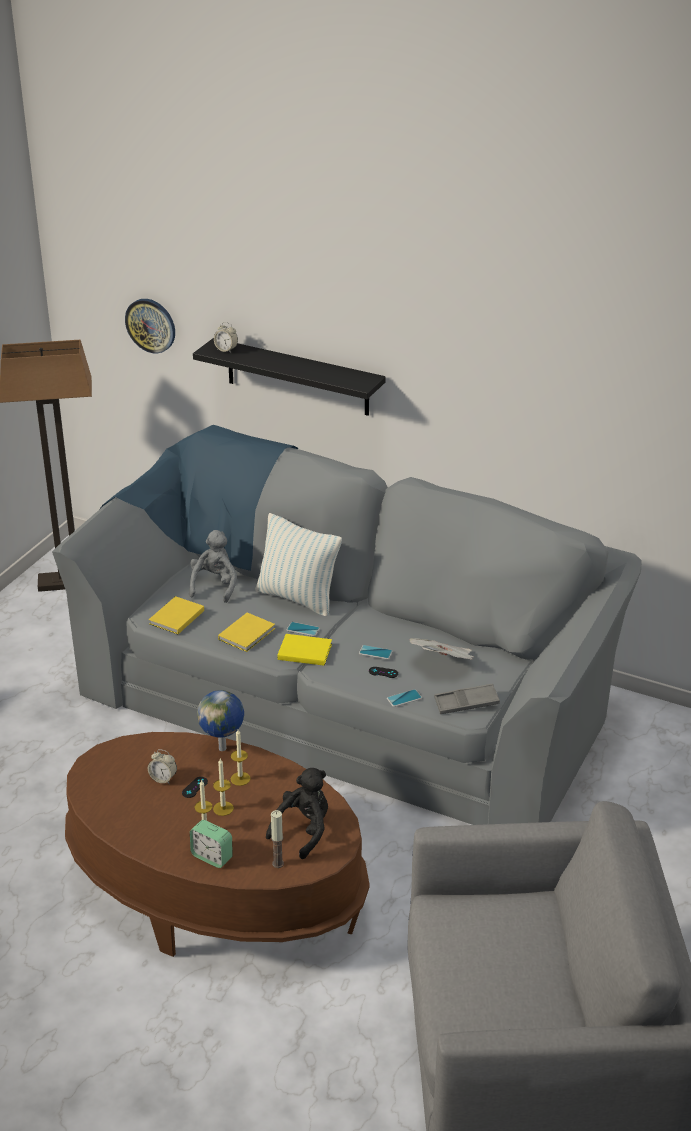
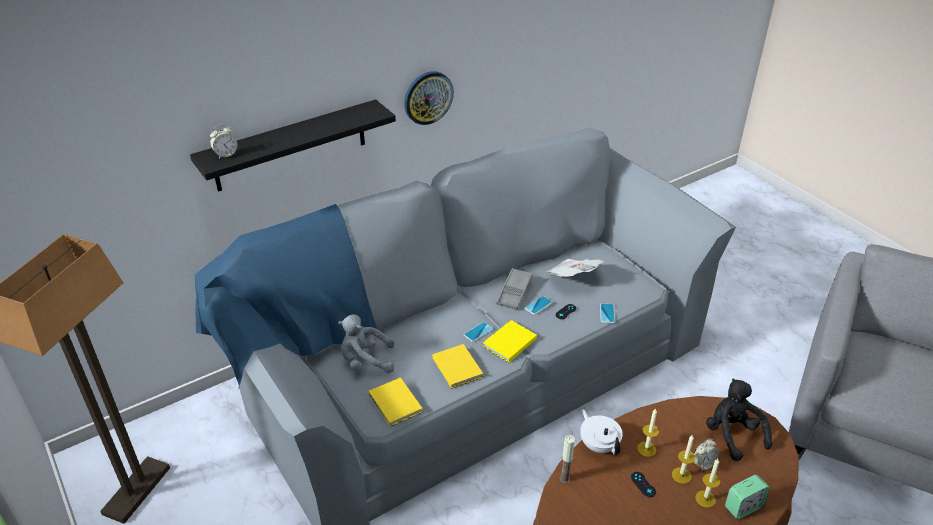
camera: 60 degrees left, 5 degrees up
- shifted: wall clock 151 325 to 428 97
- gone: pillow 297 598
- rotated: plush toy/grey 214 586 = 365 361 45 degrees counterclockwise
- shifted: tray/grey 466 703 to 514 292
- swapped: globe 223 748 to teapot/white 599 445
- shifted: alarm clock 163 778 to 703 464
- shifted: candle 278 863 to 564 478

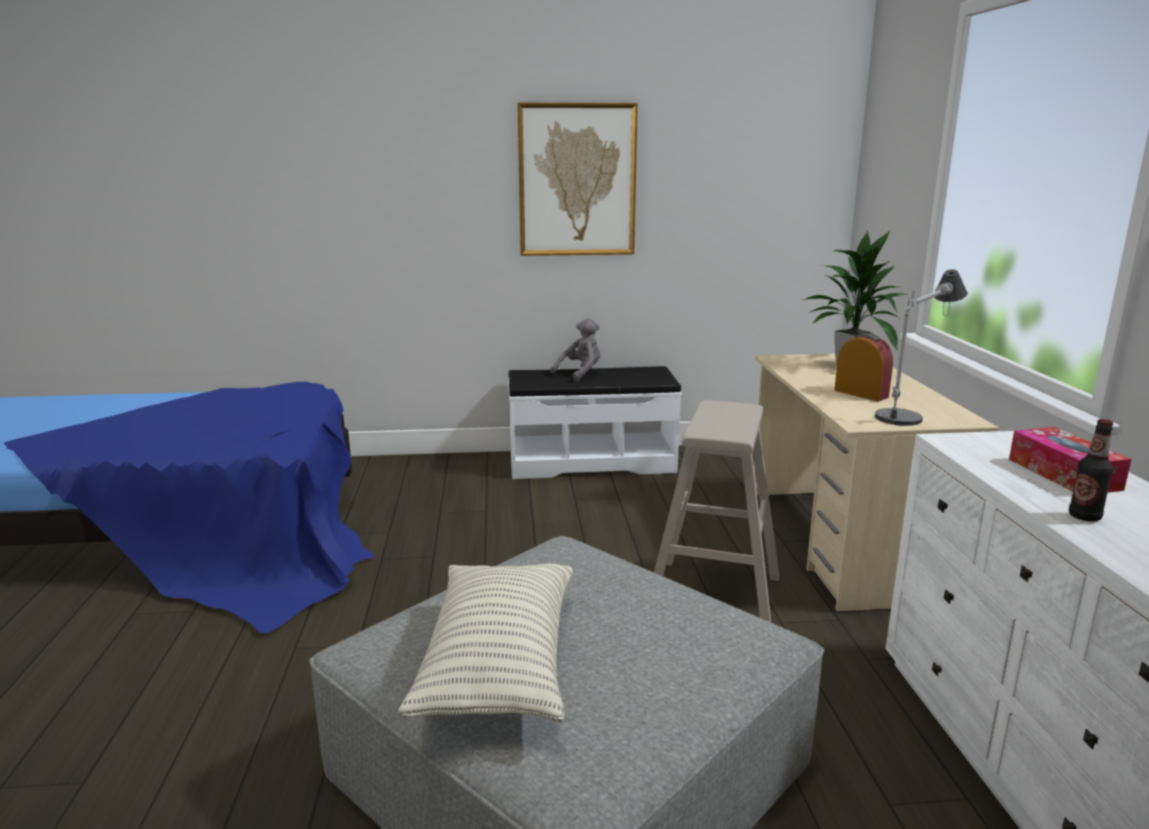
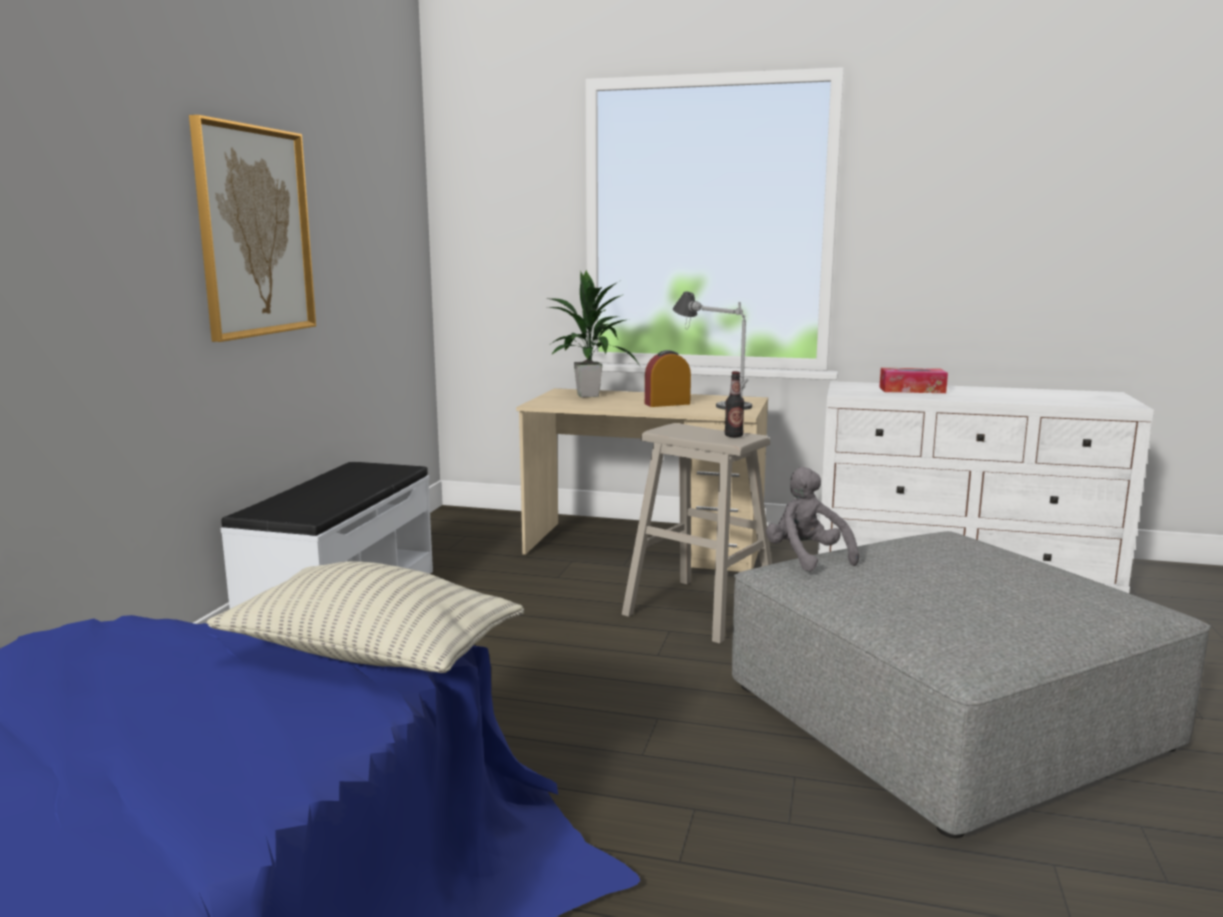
camera: 70 degrees left, 5 degrees down
- shifted: plush toy/grey 580 374 to 806 558
- shifted: bottle 1084 516 to 733 436
- shifted: pillow 499 664 to 370 653

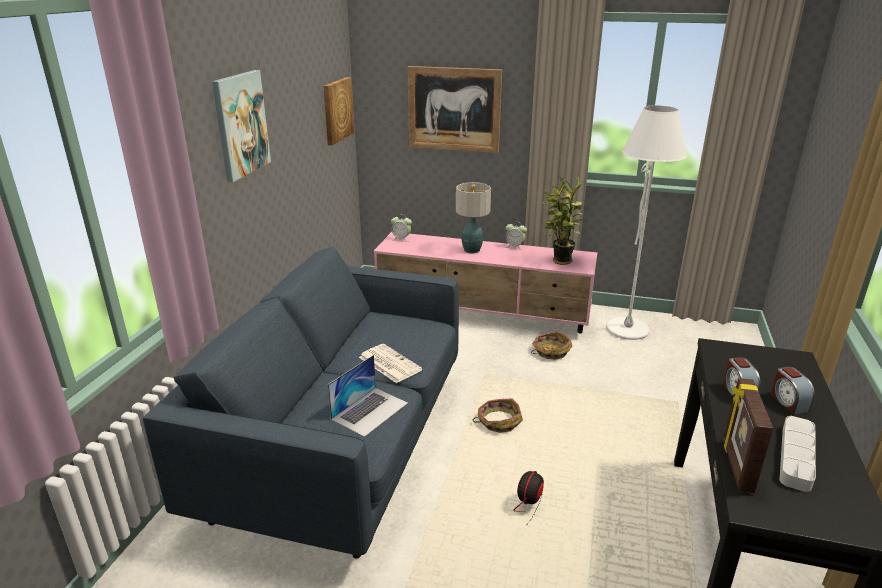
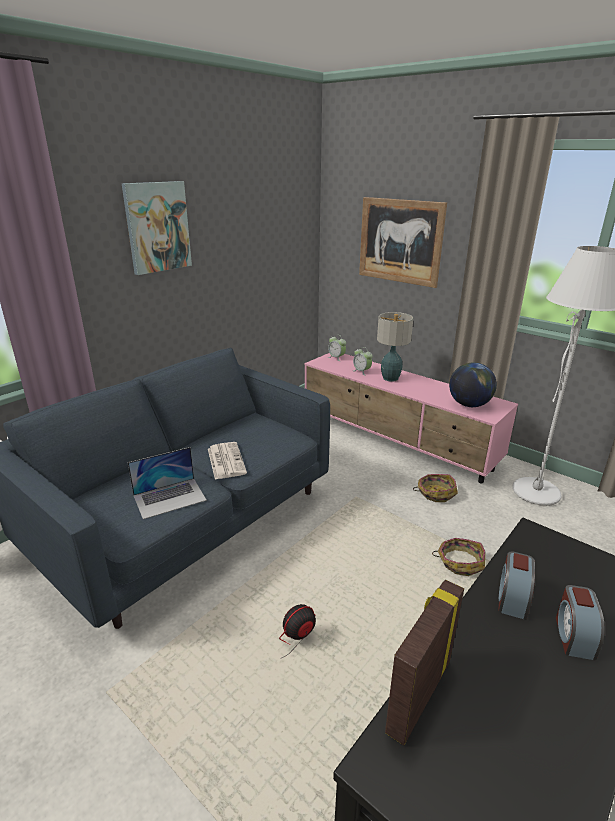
camera: 25 degrees right, 0 degrees up
- gone: picture 337 110
- swapped: potted plant 560 261 to globe 469 404
- shifted: alarm clock 514 247 to 361 371
- shifted: basket 498 422 to 460 562
- gone: tray/grey 796 456

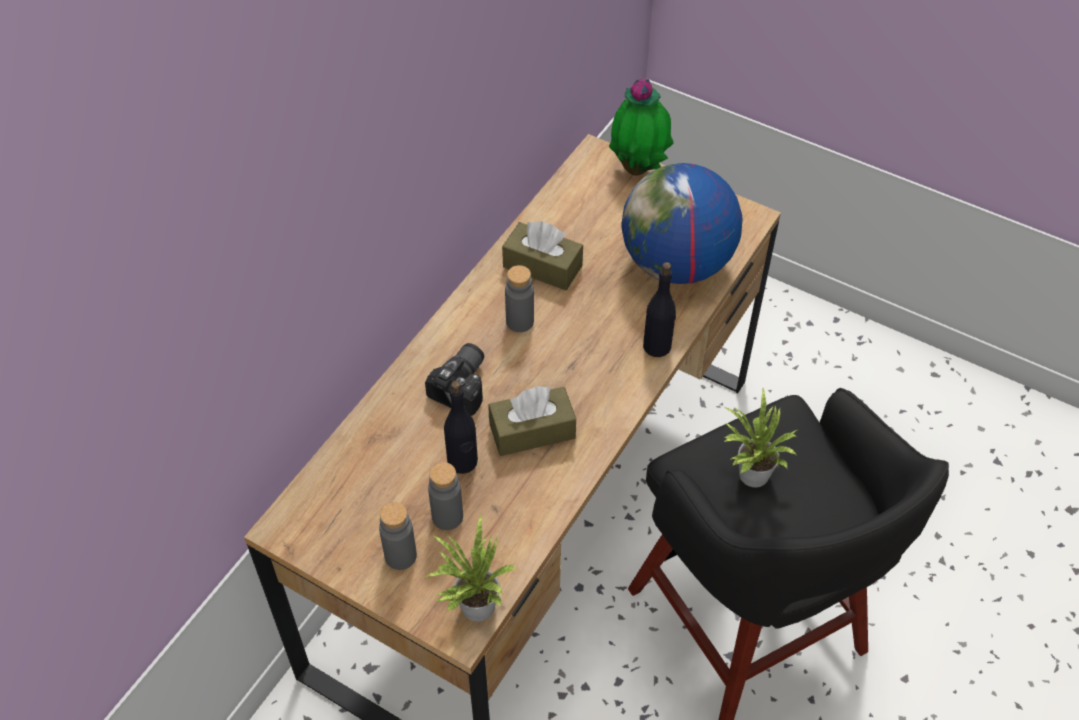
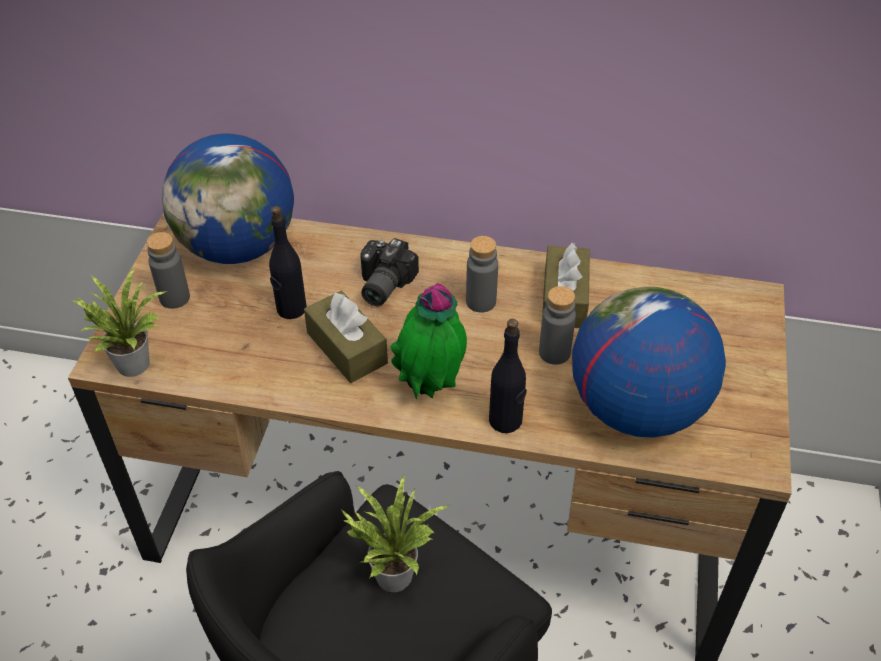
camera: 70 degrees right, 5 degrees down
- shifted: potted plant 638 168 to 431 389
- rotated: photo camera 464 386 = 381 285 105 degrees clockwise
- shifted: bottle/grey 447 516 to 554 352
- new: globe 238 247

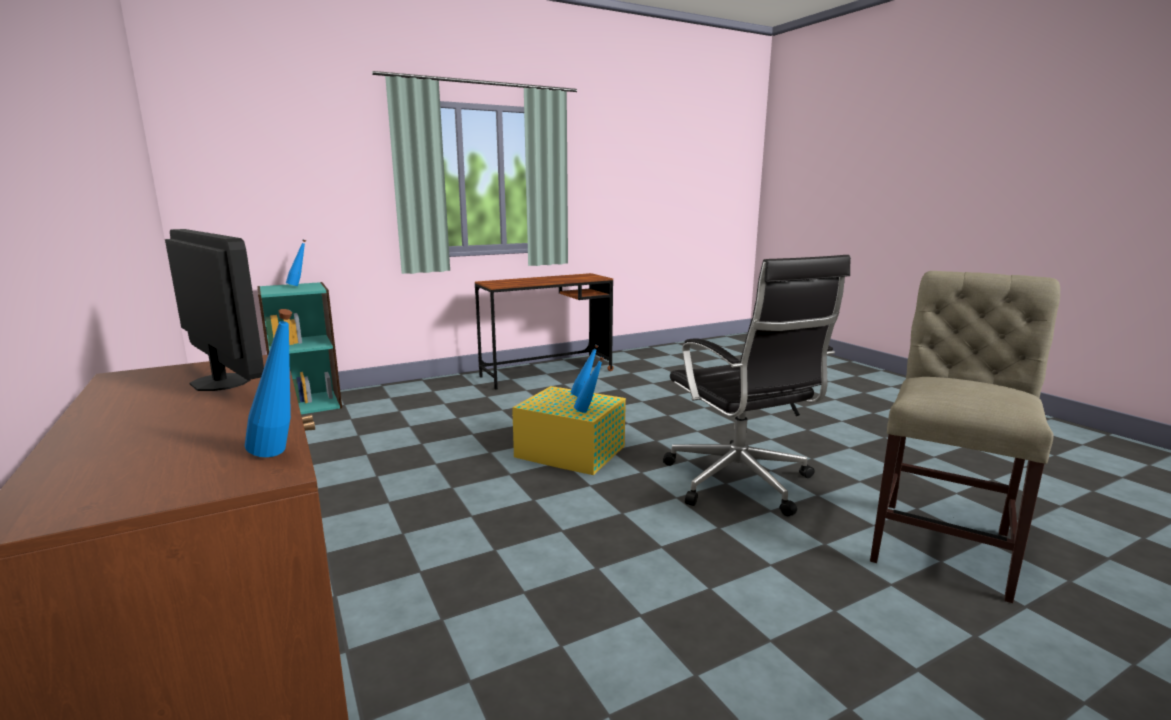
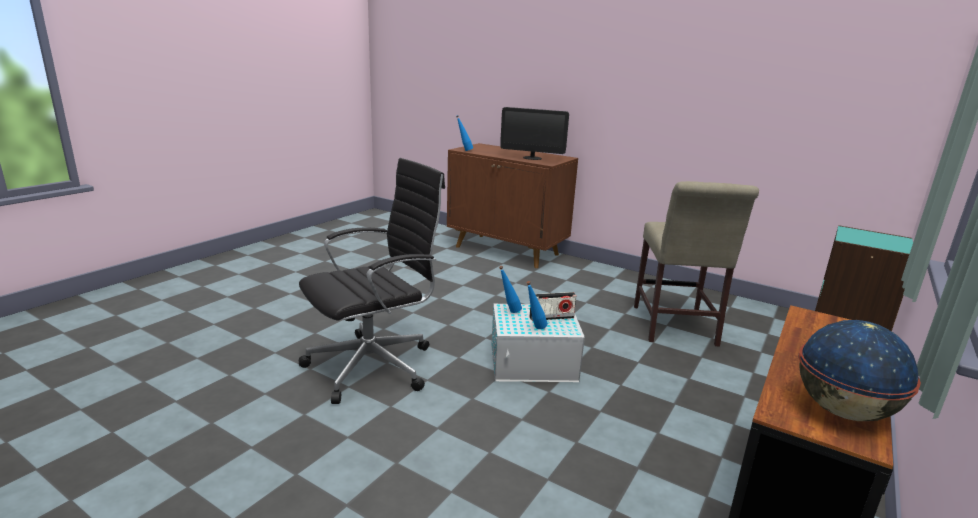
camera: 150 degrees right, 5 degrees up
- gone: bottle/blue 299 286
- rotated: office chair/black 740 483 = 374 365 105 degrees clockwise
- shifted: chair/beige 943 542 to 675 328
- repainted: storage box/yellow 569 451 to storage box/white 534 363
- new: radio 551 317
- new: globe 843 411

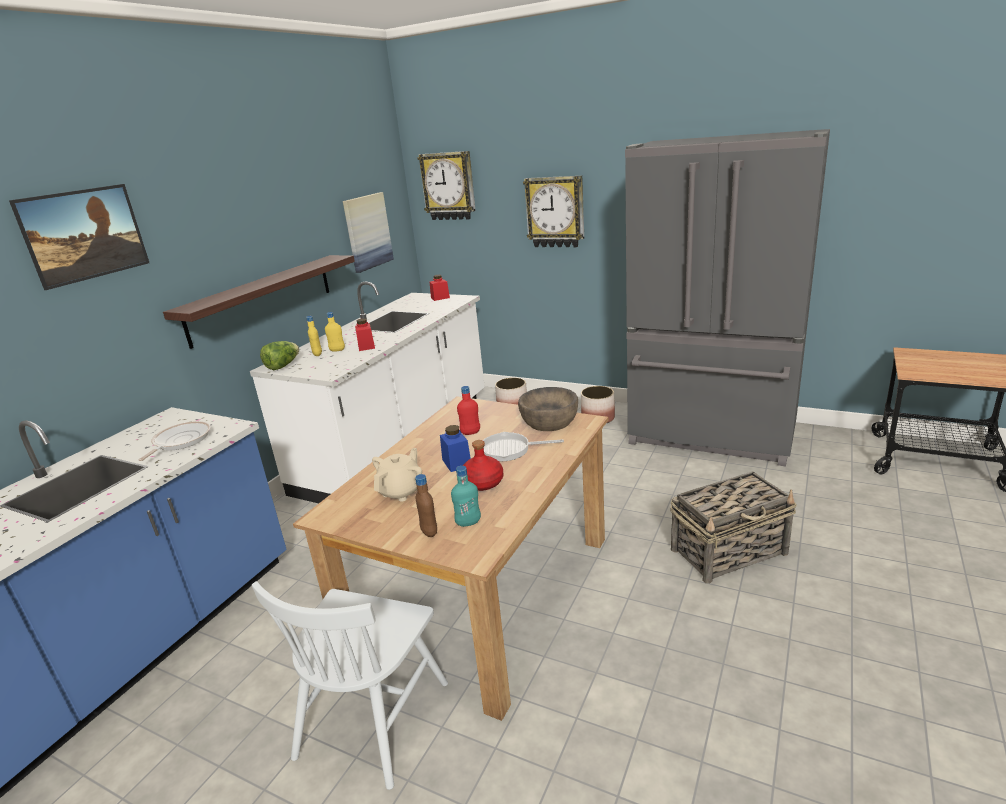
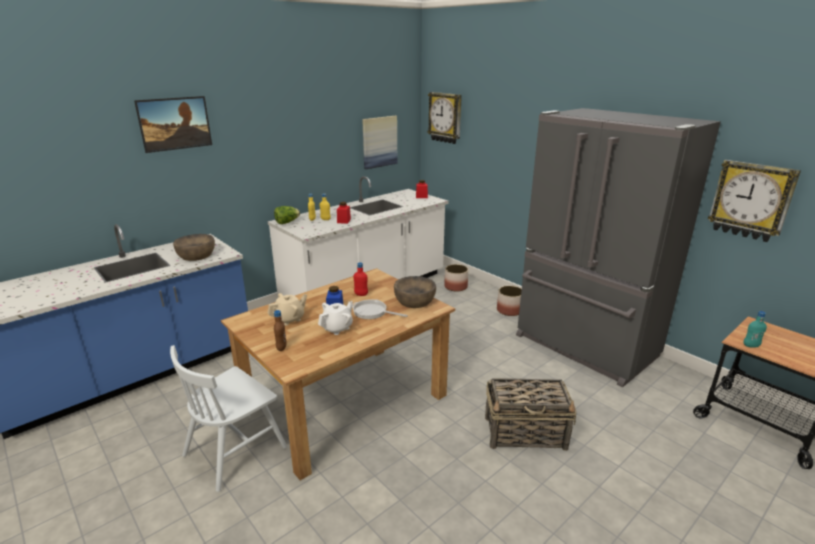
camera: 20 degrees right, 0 degrees up
- shifted: wall clock 555 212 to 751 200
- gone: shelf 262 298
- swapped: frying pan 180 441 to bowl/brown 196 255
- swapped: bottle/red 483 483 to teapot/white 337 328
- shifted: bottle/turquoise 468 523 to 751 346

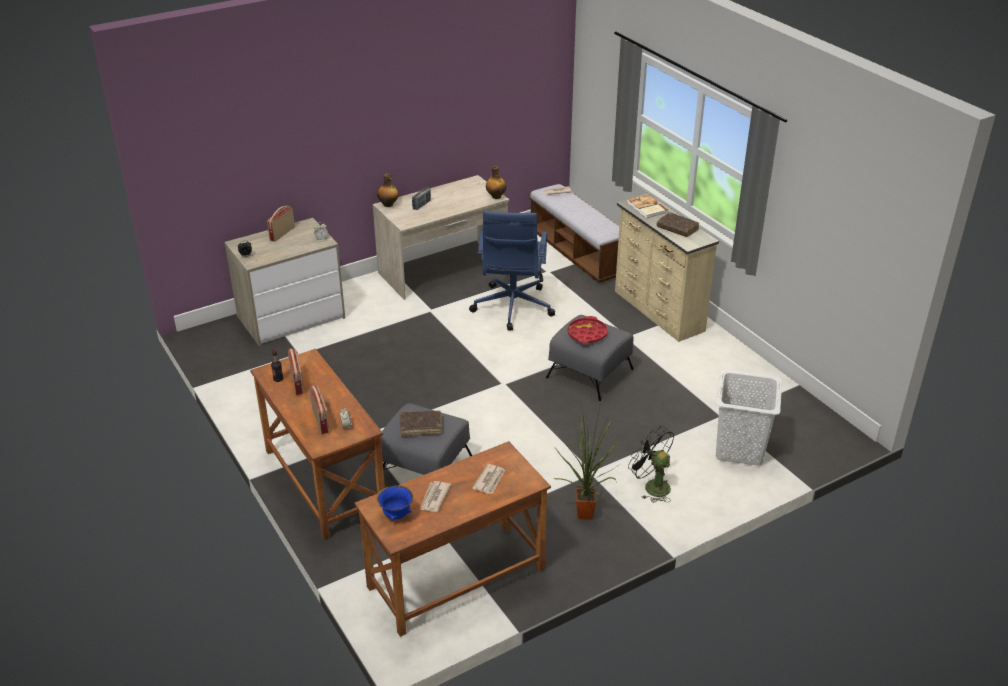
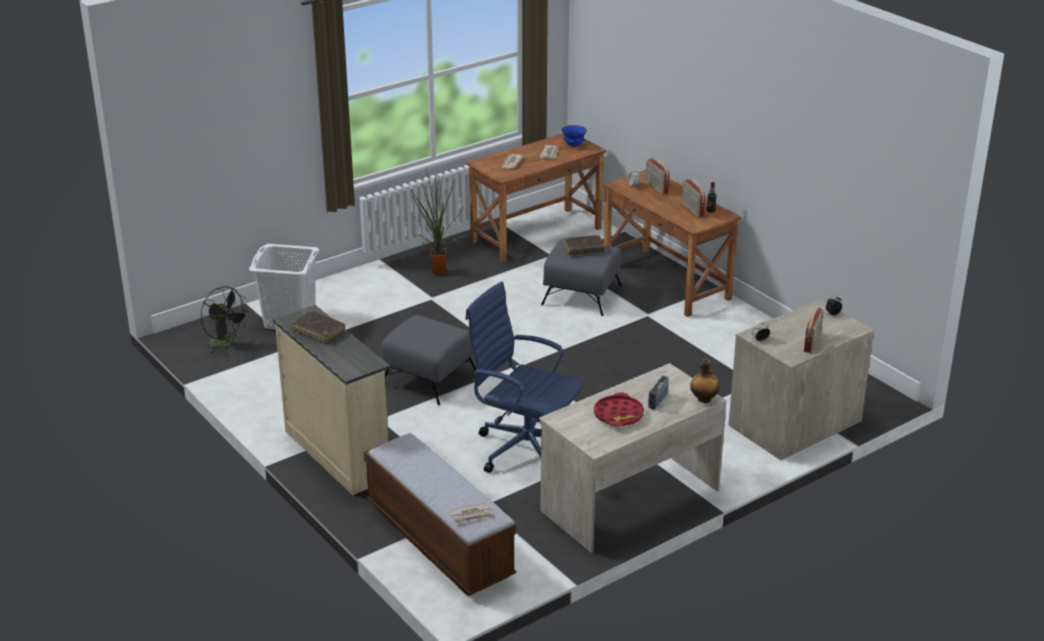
camera: 175 degrees right, 5 degrees down
- gone: bottle 496 196
- gone: book 646 208
- rotated: office chair/blue 512 308 = 524 448 60 degrees counterclockwise
- shifted: tray/red 587 334 to 618 415
- shifted: fan/black 651 486 to 226 343

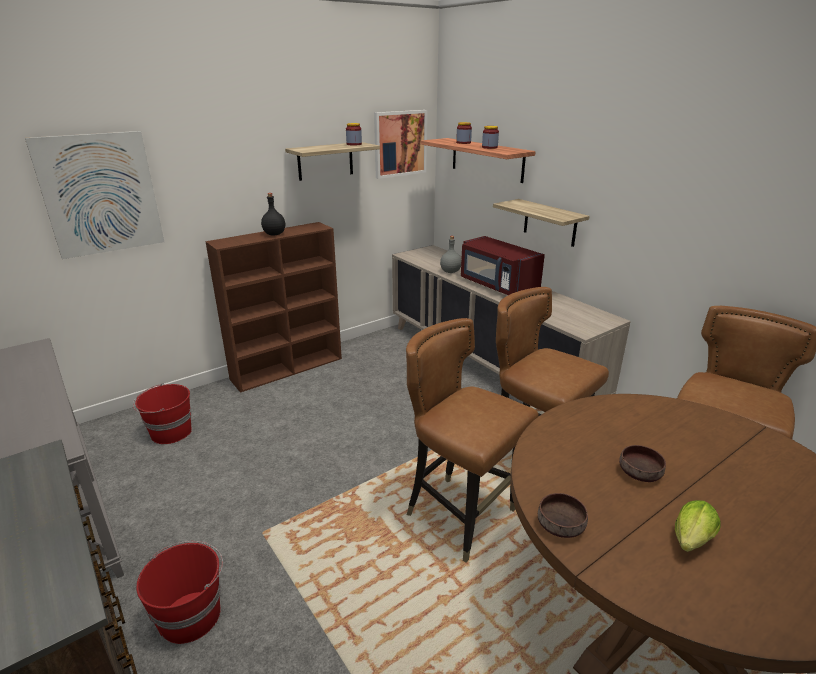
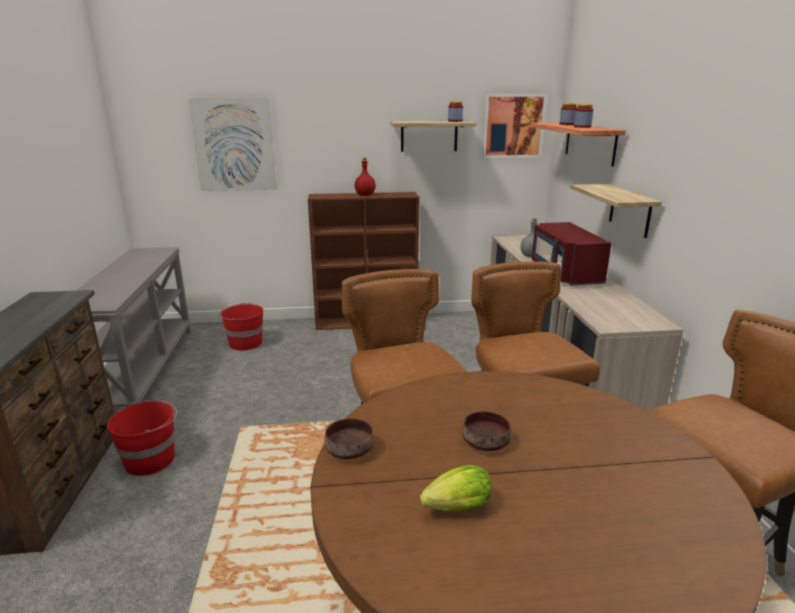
camera: 30 degrees right, 5 degrees down
- repainted: bottle/black 274 234 to bottle/red 365 195

